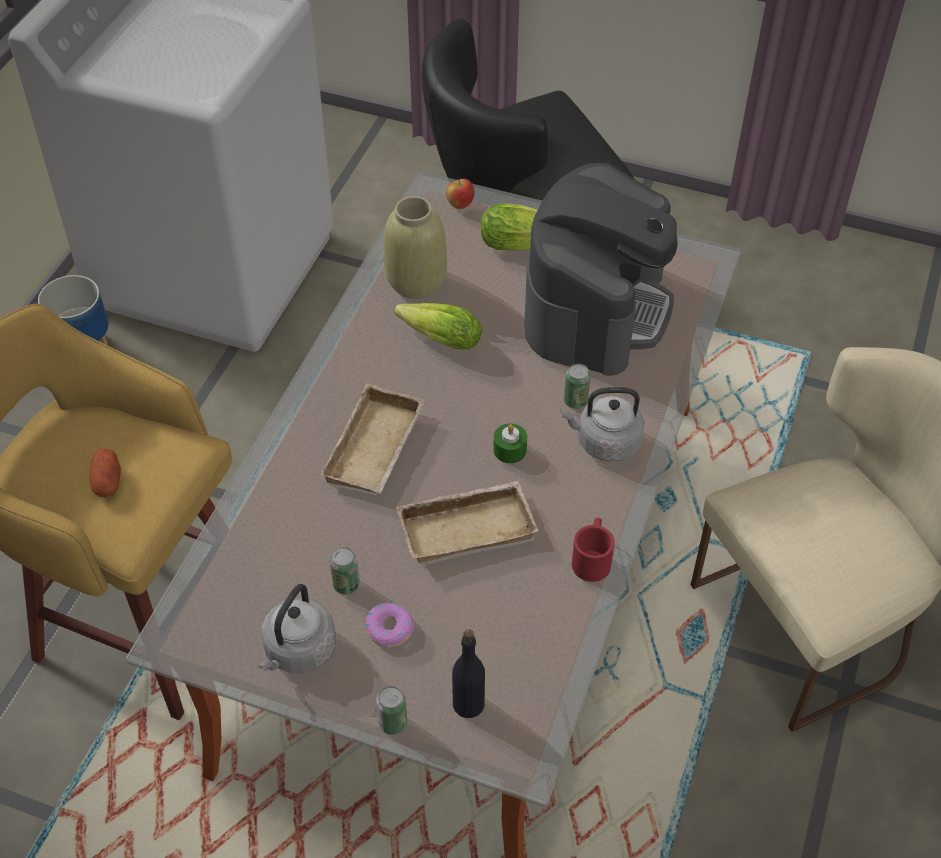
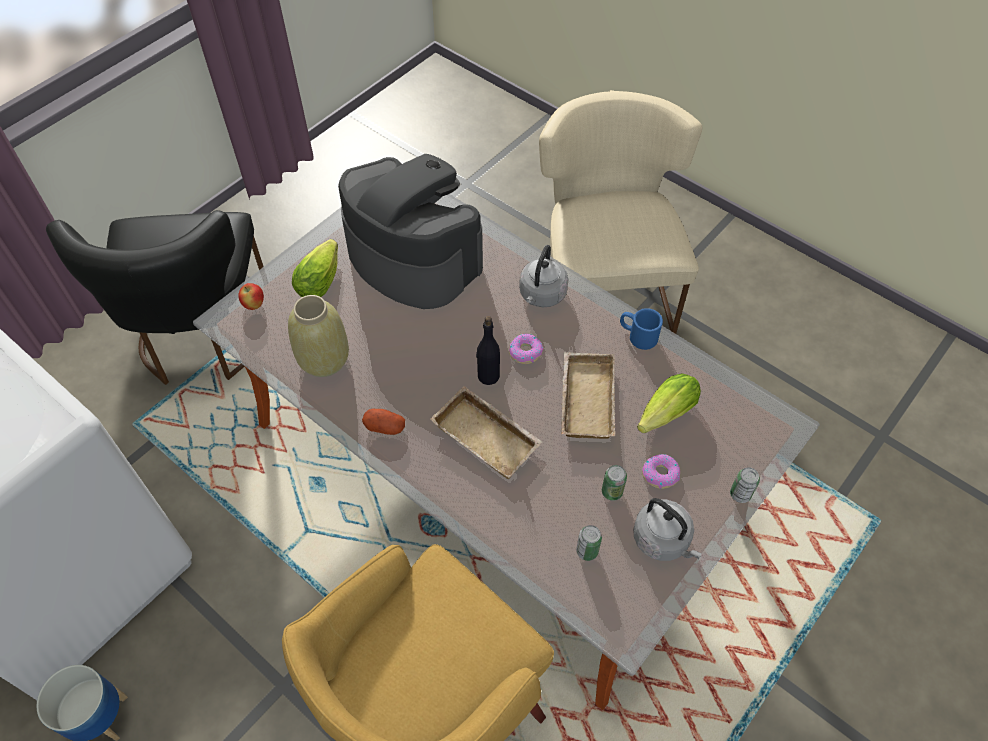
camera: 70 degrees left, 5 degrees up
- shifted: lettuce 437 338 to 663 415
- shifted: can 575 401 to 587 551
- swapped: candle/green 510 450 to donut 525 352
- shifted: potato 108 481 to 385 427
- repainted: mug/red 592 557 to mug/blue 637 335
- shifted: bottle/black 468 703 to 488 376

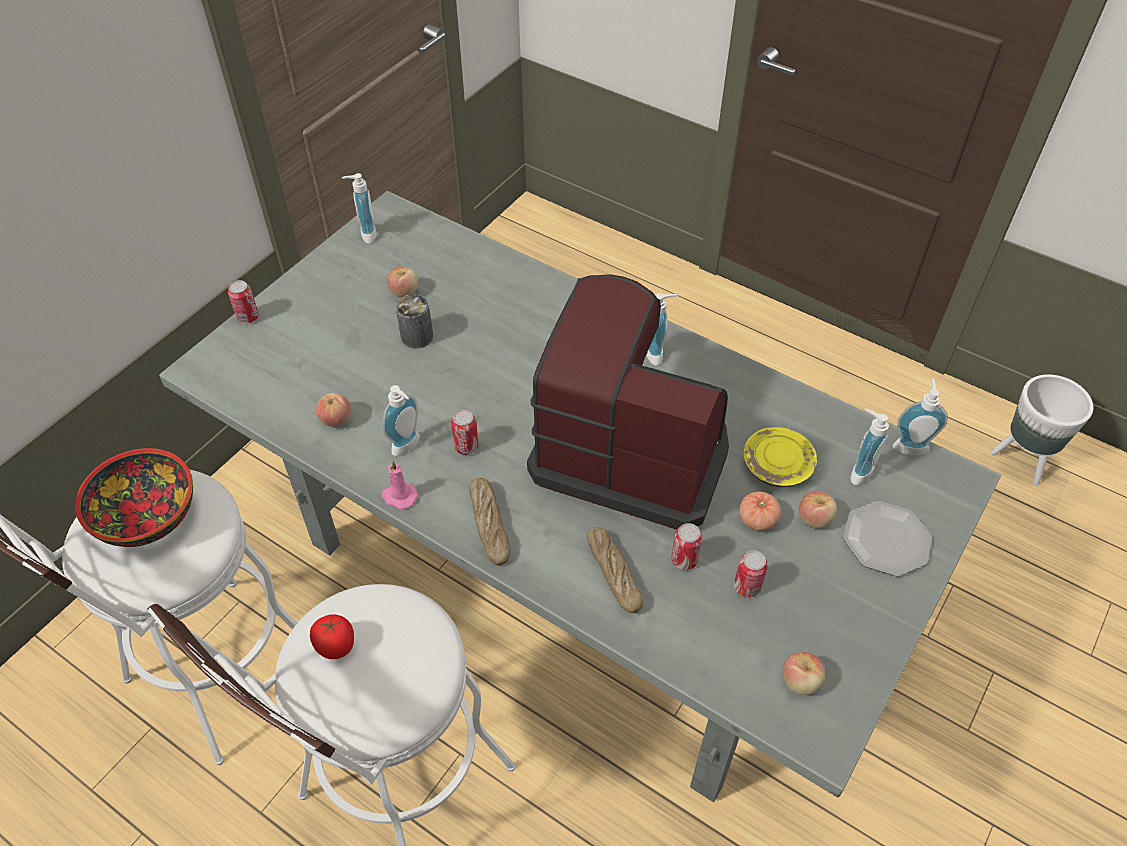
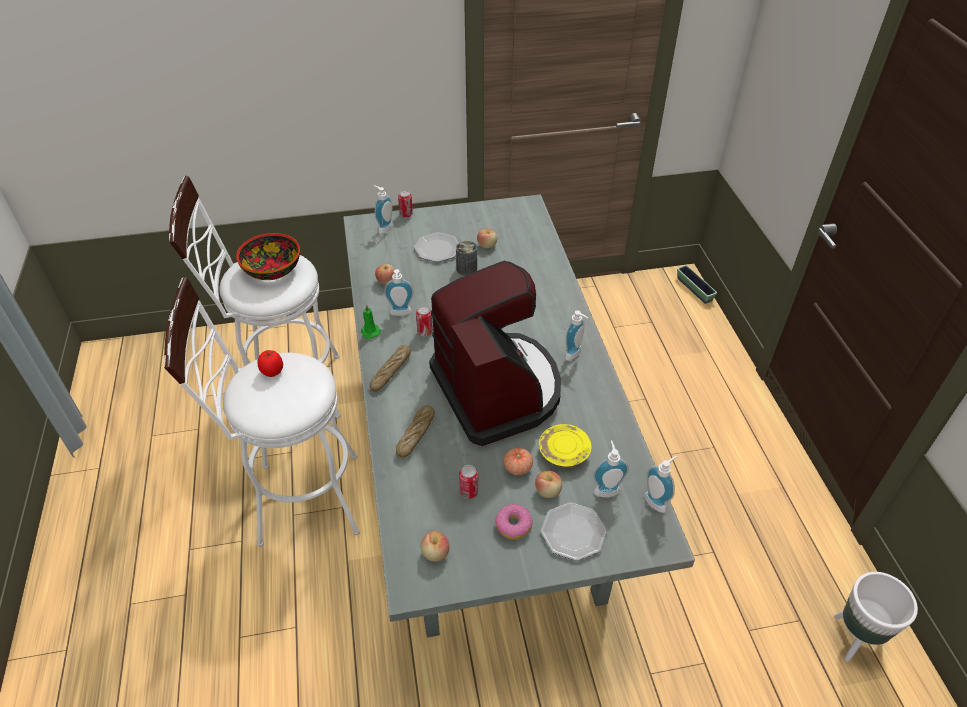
camera: 45 degrees right, 5 degrees down
- shifted: soap dispenser 365 234 to 384 228
- repainted: candle/pink 399 496 to candle/green 370 331
- gone: can 684 560
- new: plate 437 249
- new: planter 694 289
- new: donut 513 525

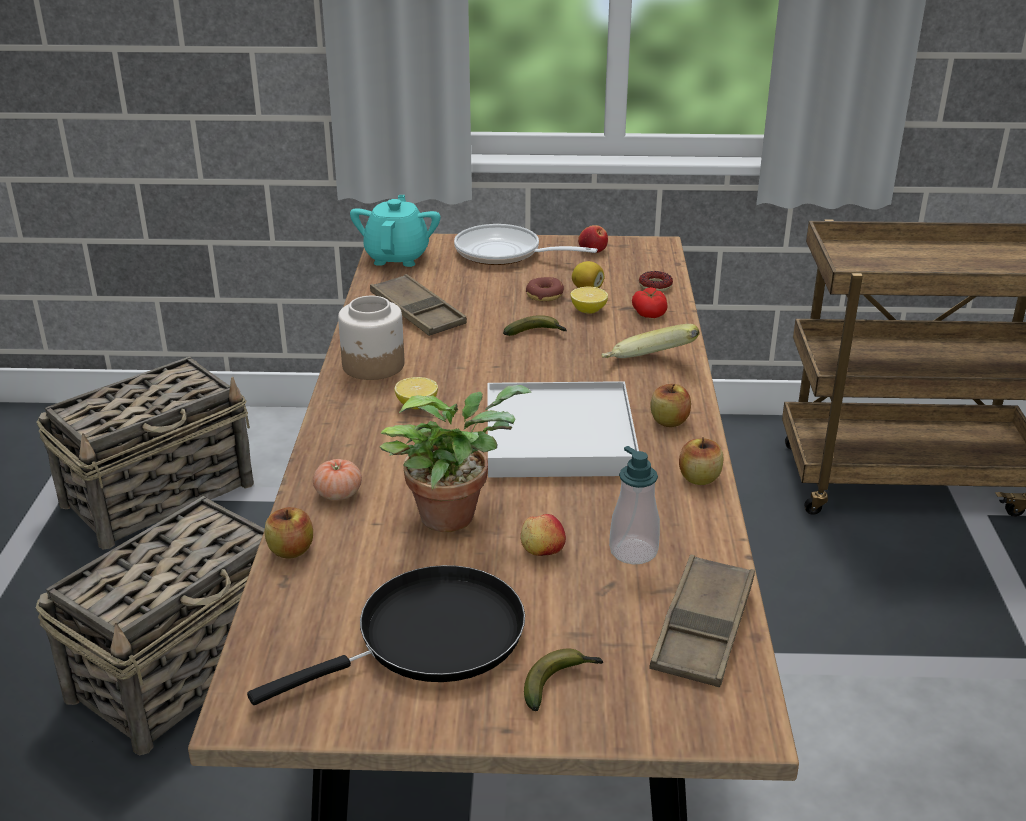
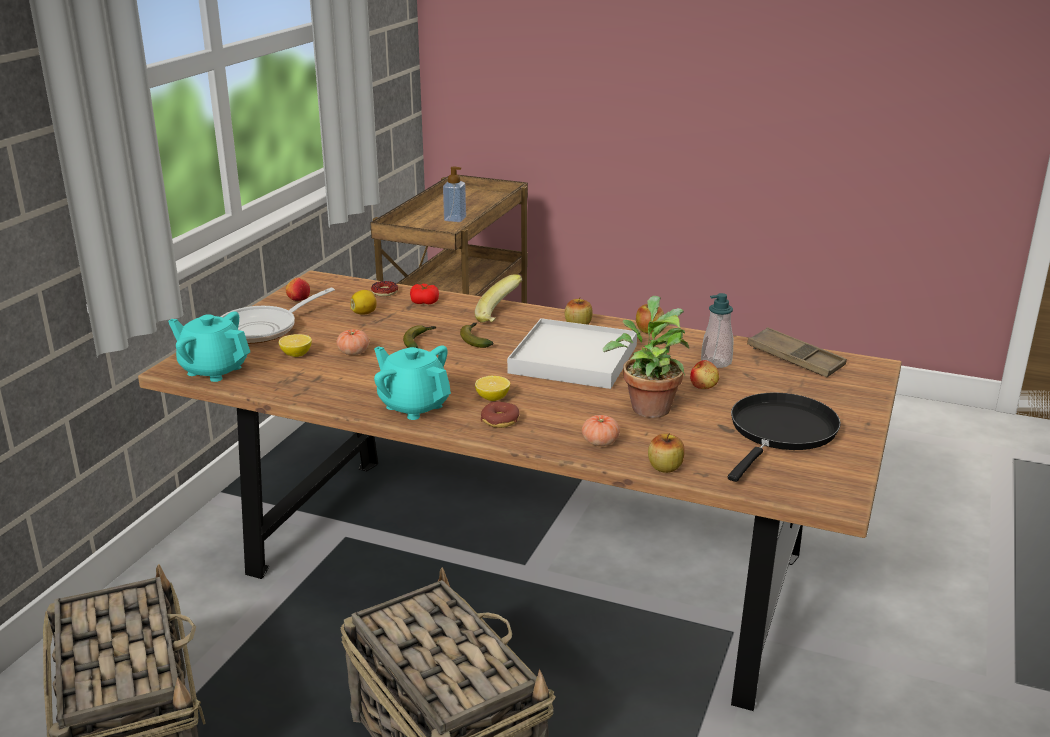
camera: 70 degrees left, 5 degrees down
- gone: tray/brown 417 312
- shifted: donut 544 295 to 500 420
- shifted: lemon 588 310 to 296 354
- swapped: jar 373 365 to teapot/turquoise 414 406
- rotated: frying pan/black 430 638 = 780 432 45 degrees clockwise
- shifted: banana 560 683 to 475 339
- new: soap dispenser 455 219
- new: tomato 353 352

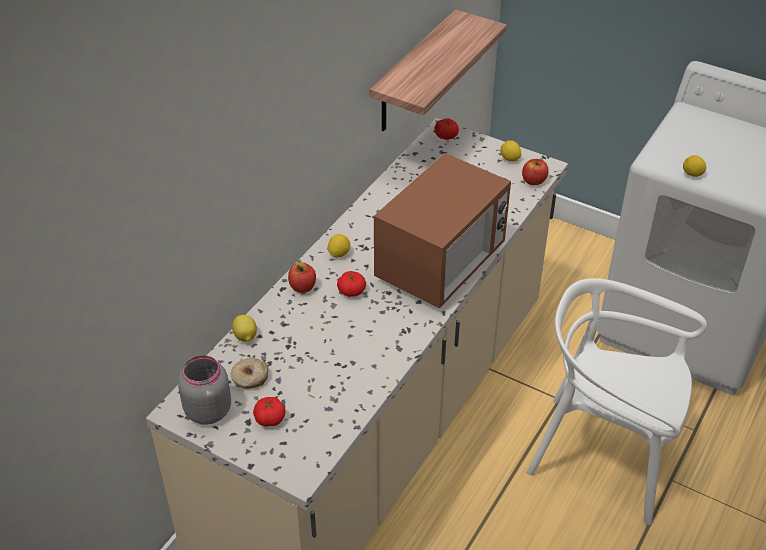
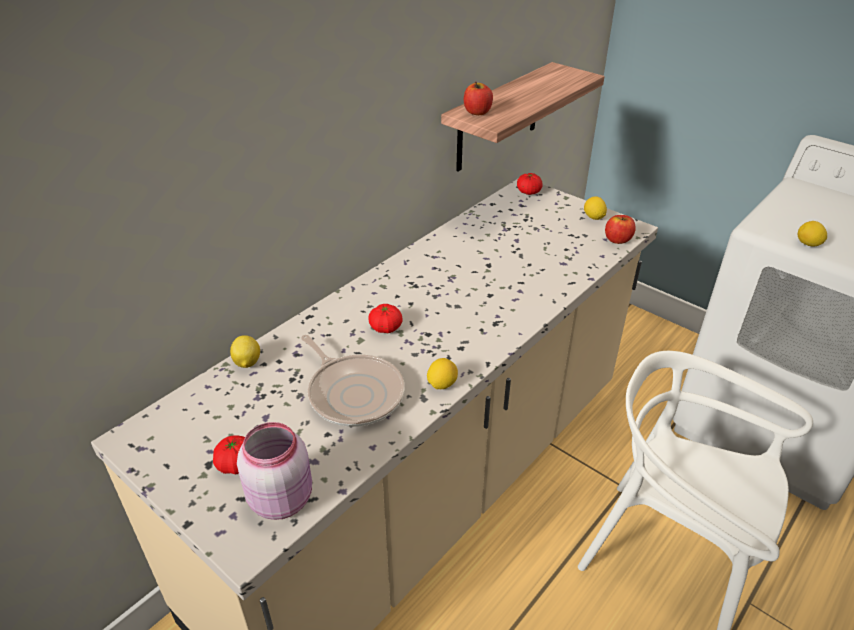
camera: 10 degrees right, 5 degrees down
- gone: microwave 441 264
- shifted: lemon 339 254 to 441 384
- shifted: apple 302 287 to 477 112
- gone: jar/grey 208 410
- gone: donut 250 378
- new: frying pan 353 393
- new: jar/pink 282 498

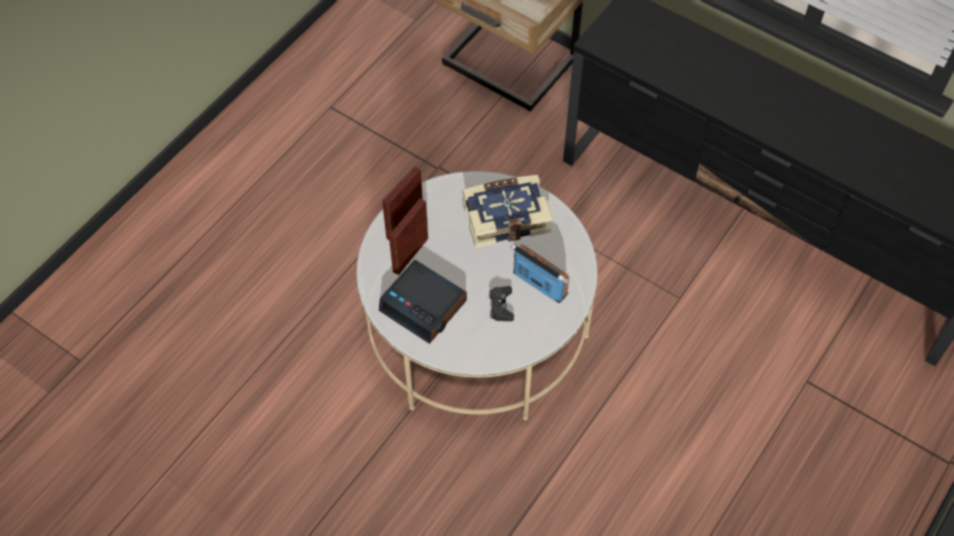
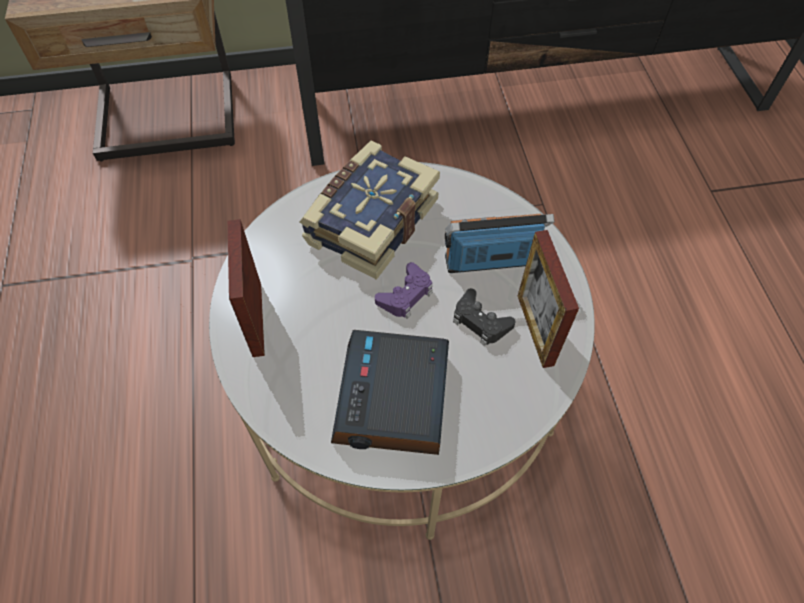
camera: 45 degrees left, 0 degrees up
- shifted: picture frame 410 255 to 535 329
- rotated: alarm clock 424 306 = 393 400 105 degrees clockwise
- new: game controller/purple 405 295

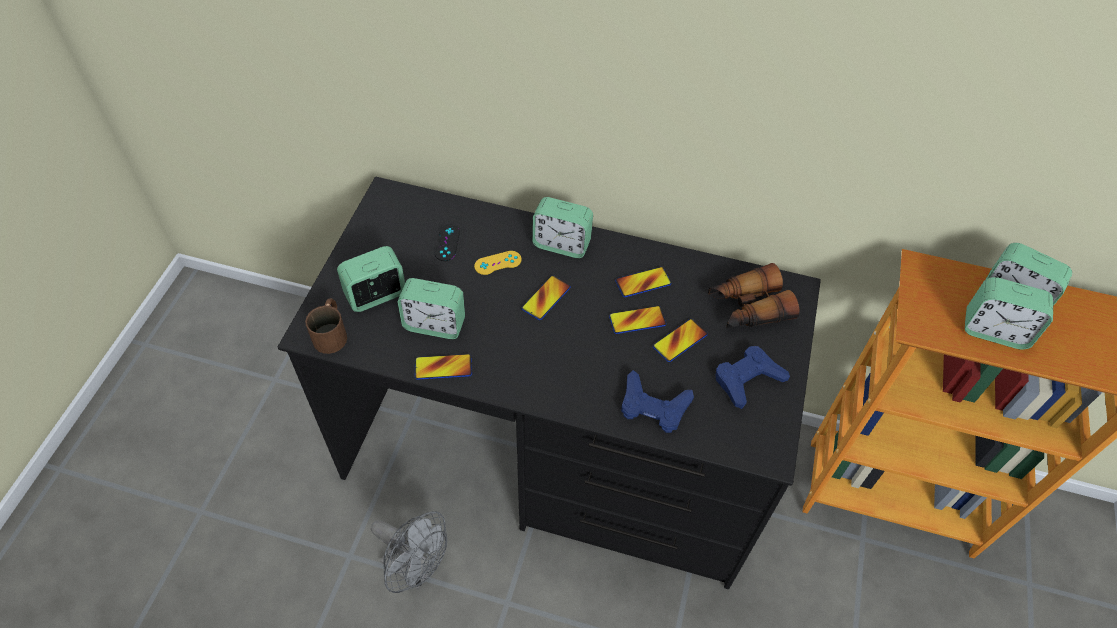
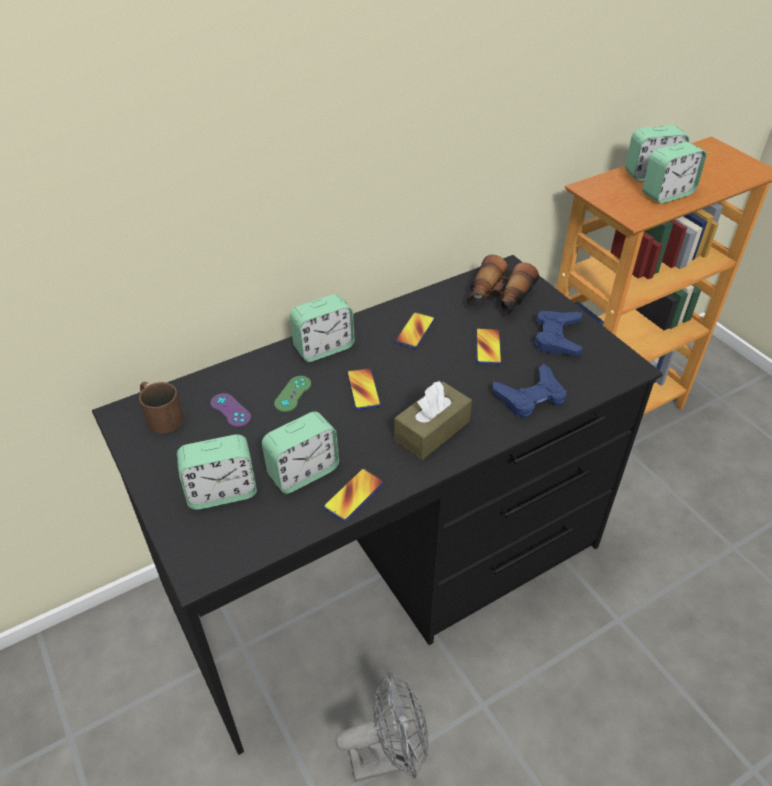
camera: 45 degrees left, 10 degrees down
- repainted: game controller/black 447 243 to game controller/purple 230 410
- rotated: alarm clock 376 295 = 222 492 120 degrees counterclockwise
- repainted: game controller/yellow 498 263 to game controller/green 293 394
- shifted: mug/brown 331 332 to 160 415
- gone: phone 637 320
- new: tissue box/brown 432 430

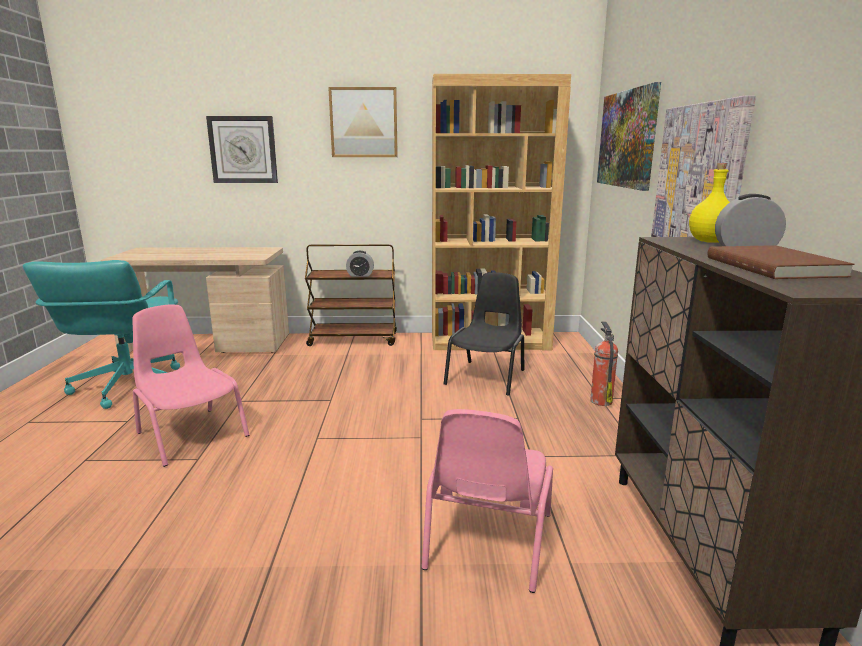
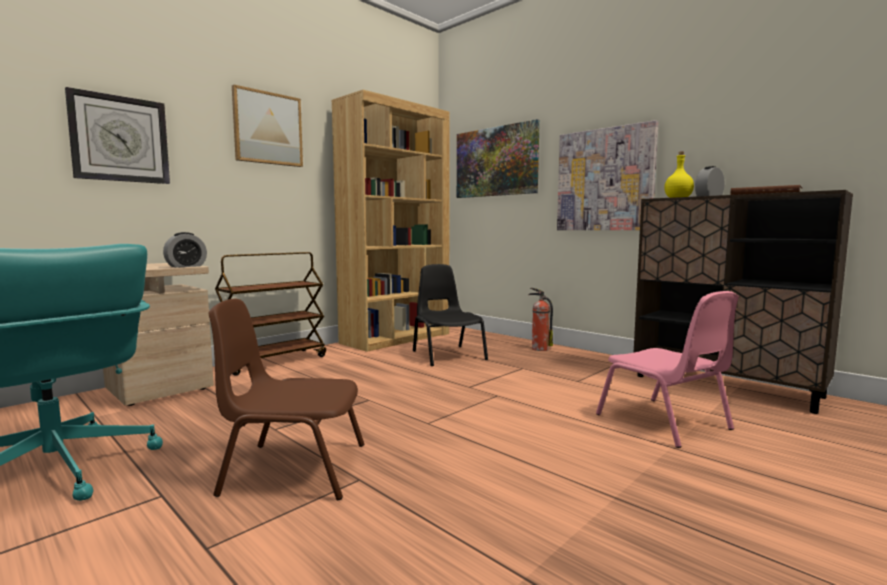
camera: 45 degrees left, 10 degrees down
- shifted: alarm clock 360 275 to 186 266
- repainted: chair/pink 191 434 to chair/brown 293 469

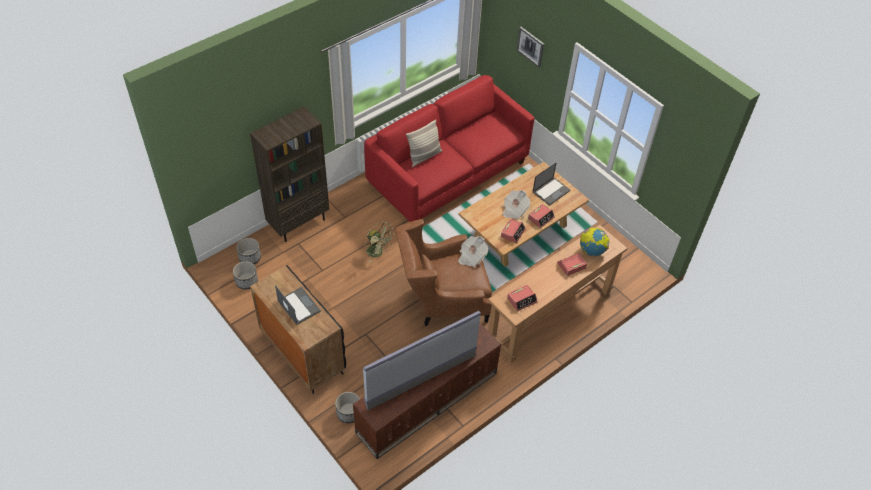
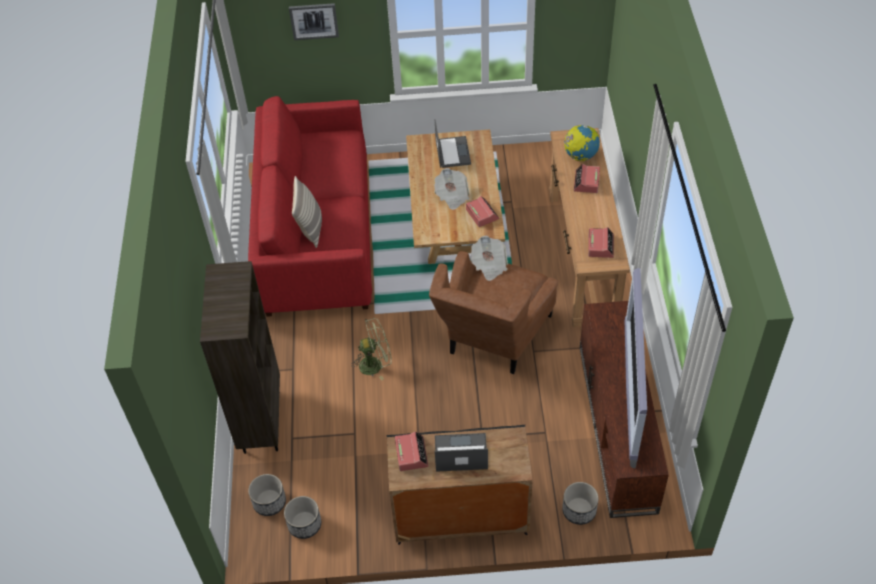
camera: 50 degrees left, 0 degrees up
- shifted: alarm clock 541 218 to 411 454

